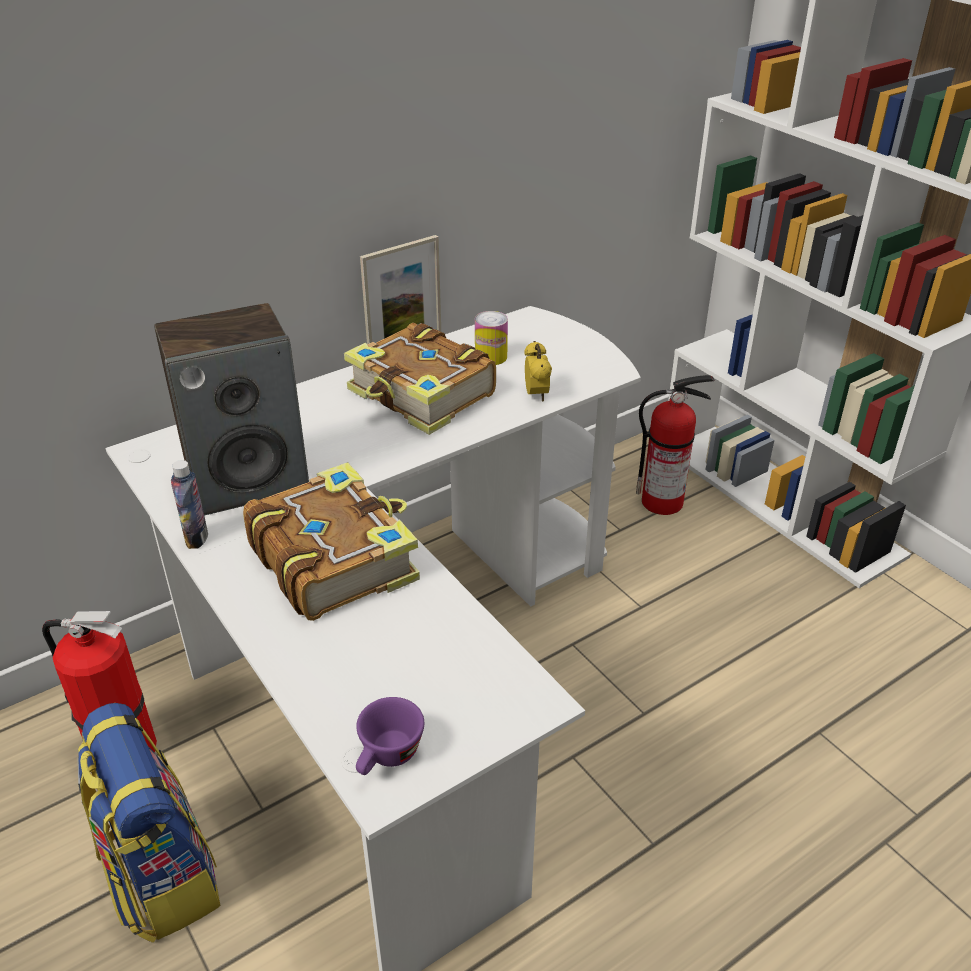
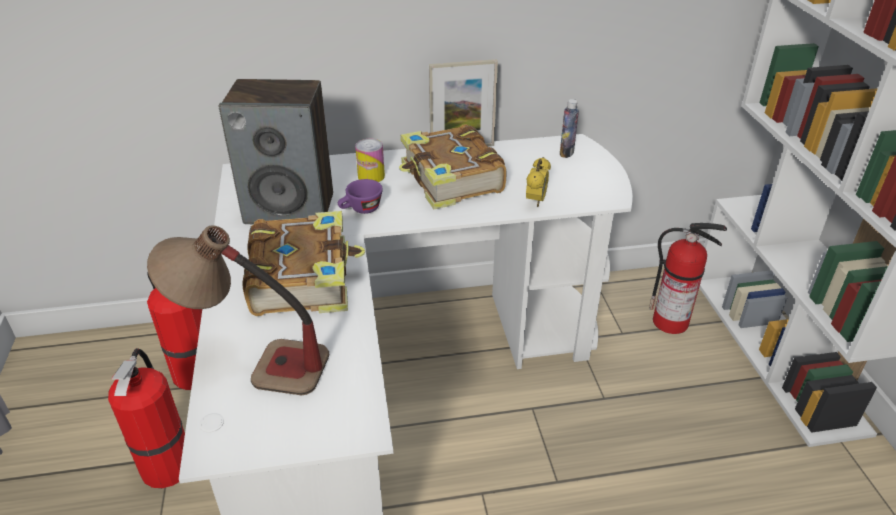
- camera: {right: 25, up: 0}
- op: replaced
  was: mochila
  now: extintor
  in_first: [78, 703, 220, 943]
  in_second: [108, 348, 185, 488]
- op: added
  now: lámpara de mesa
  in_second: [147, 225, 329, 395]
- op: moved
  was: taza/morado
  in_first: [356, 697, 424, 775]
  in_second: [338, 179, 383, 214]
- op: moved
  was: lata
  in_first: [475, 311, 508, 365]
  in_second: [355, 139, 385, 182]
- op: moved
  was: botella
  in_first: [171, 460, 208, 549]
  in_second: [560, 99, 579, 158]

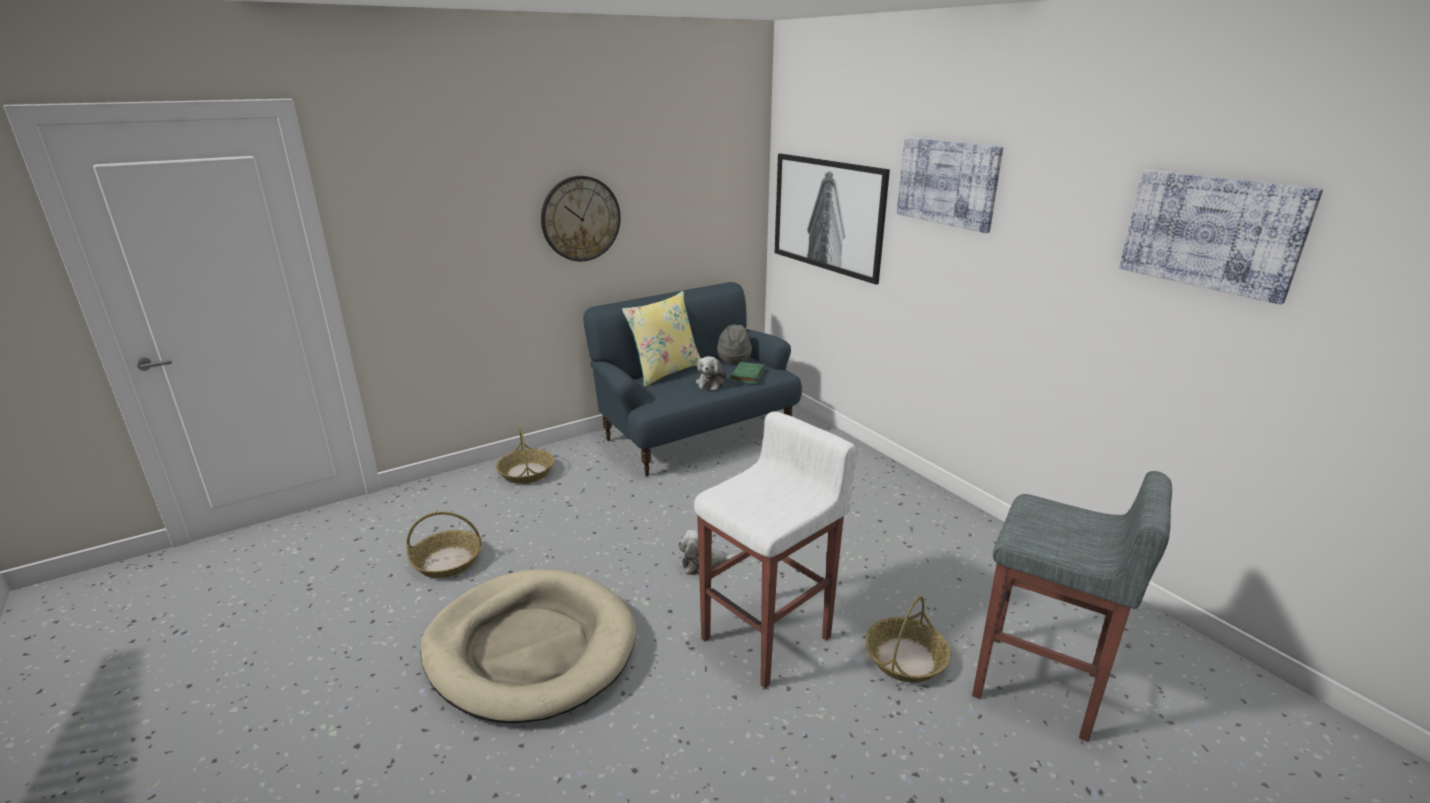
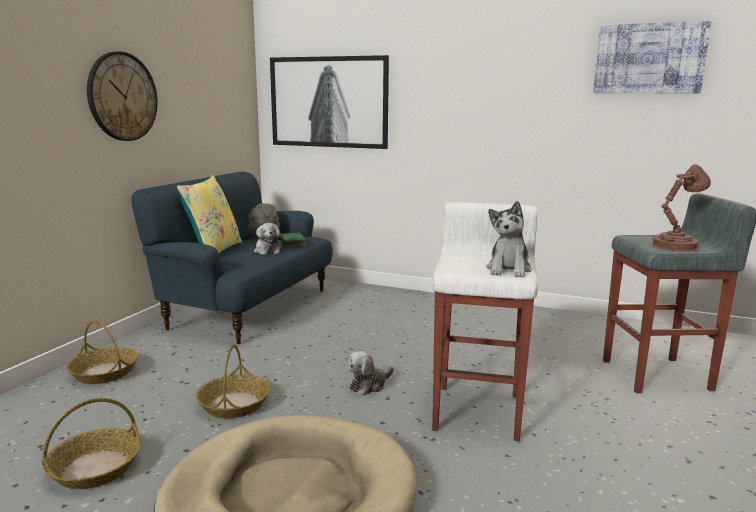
- camera: {right: -35, up: -10}
- op: moved
  was: cesta
  in_first: [865, 596, 951, 683]
  in_second: [196, 344, 270, 418]
- op: added
  now: peluche
  in_second: [486, 201, 532, 278]
- op: added
  now: lámpara de mesa/marrón
  in_second: [651, 164, 711, 252]
- op: removed
  was: cuadro
  in_first: [897, 137, 1003, 233]

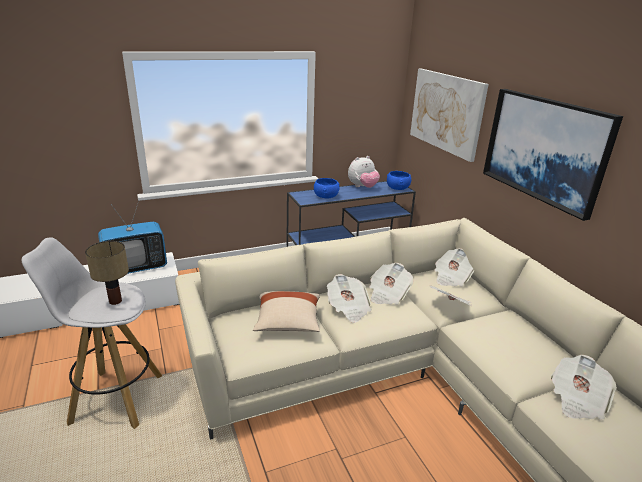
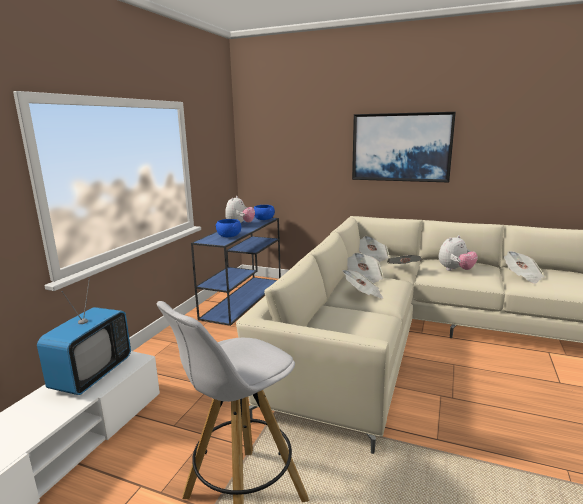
- camera: {right: -45, up: -10}
- op: added
  now: peluche
  in_second: [439, 235, 478, 271]
- op: removed
  was: lámpara de mesa
  in_first: [85, 241, 129, 305]
- op: removed
  was: cojín/beis
  in_first: [253, 291, 320, 332]
- op: removed
  was: cuadro
  in_first: [410, 69, 489, 162]

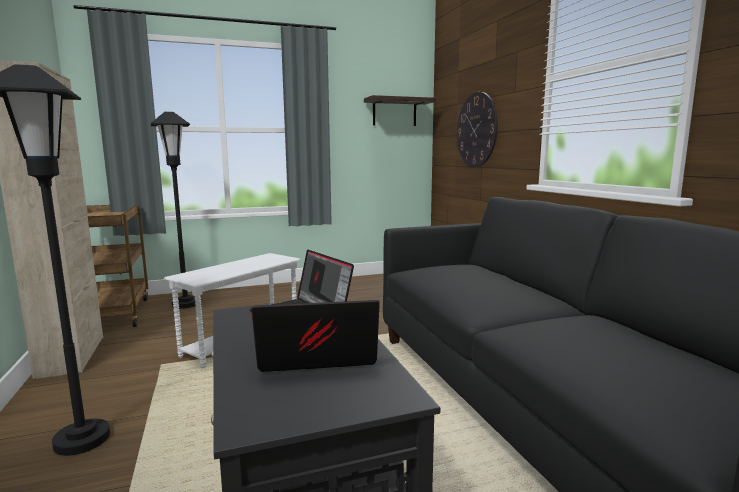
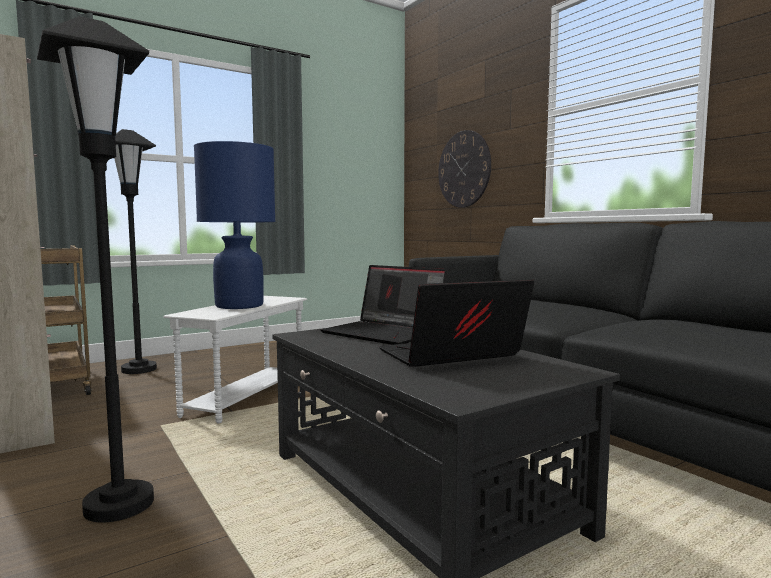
- camera: {right: -15, up: -5}
- op: added
  now: lámpara de mesa/azul
  in_second: [194, 141, 275, 309]
- op: removed
  was: estante
  in_first: [364, 95, 436, 126]

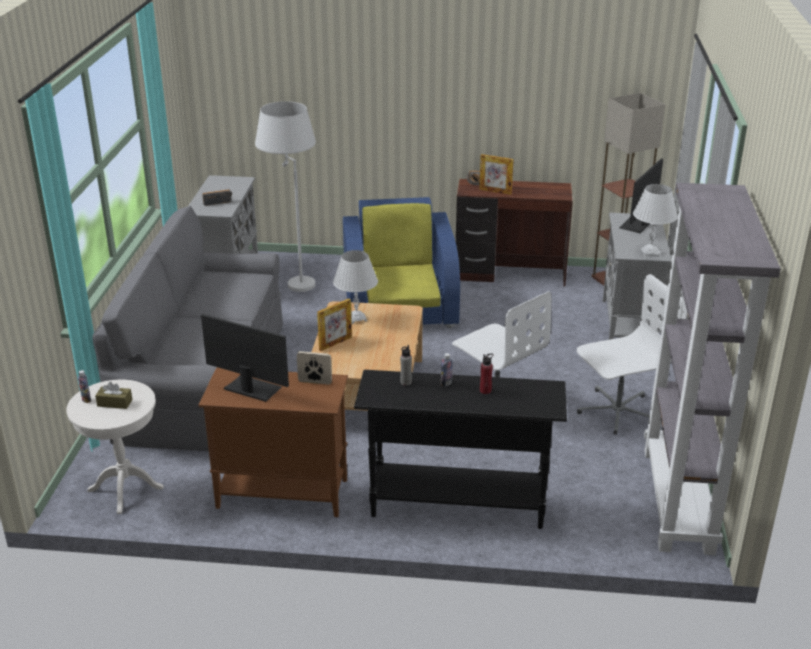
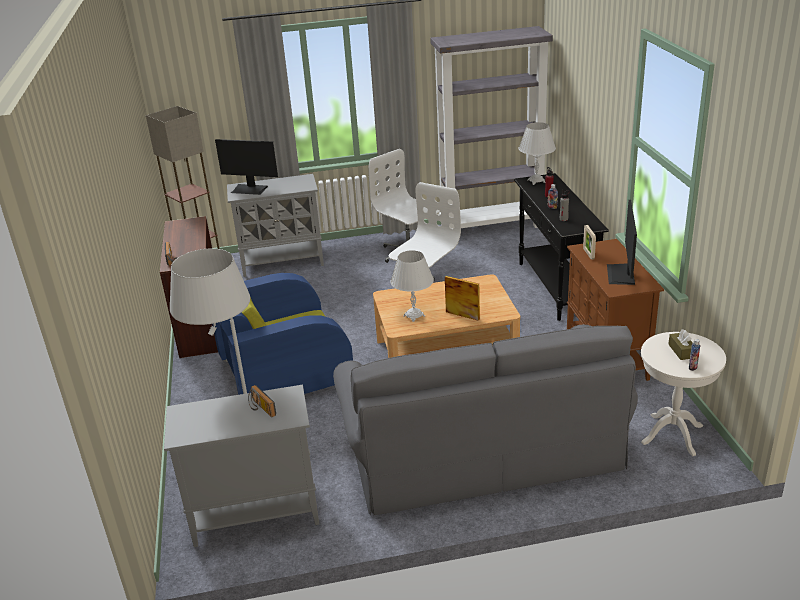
- camera: {right: -105, up: 0}
- op: moved
  was: lámpara de mesa/blanco
  in_first: [633, 184, 678, 257]
  in_second: [519, 122, 556, 185]
- op: removed
  was: portarretratos
  in_first: [479, 154, 514, 195]

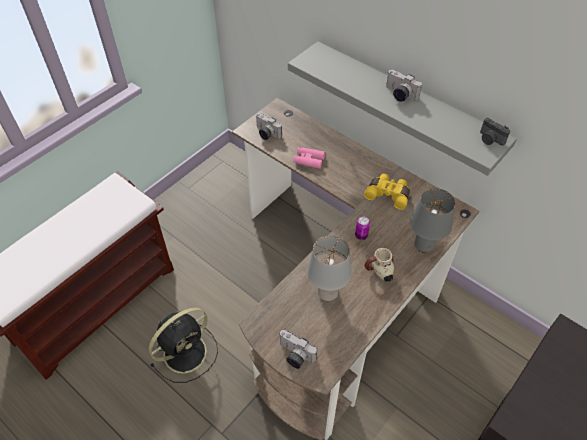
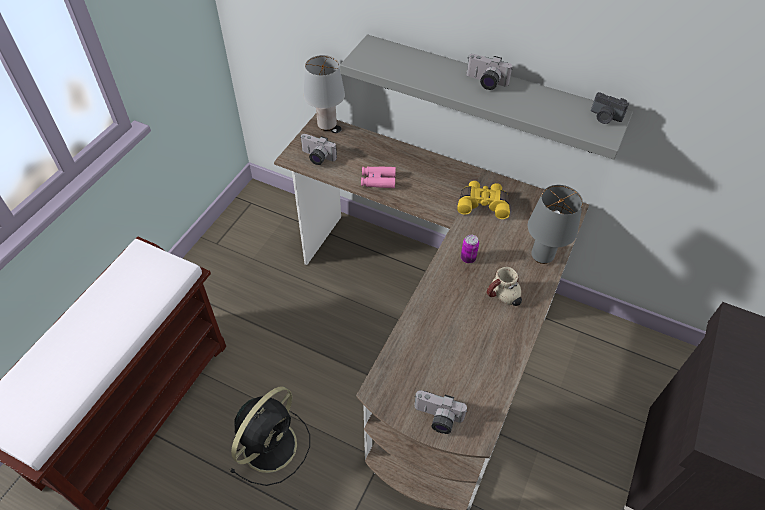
- camera: {right: -15, up: 0}
- op: moved
  was: lámpara de mesa/gris
  in_first: [307, 235, 352, 301]
  in_second: [304, 55, 345, 131]

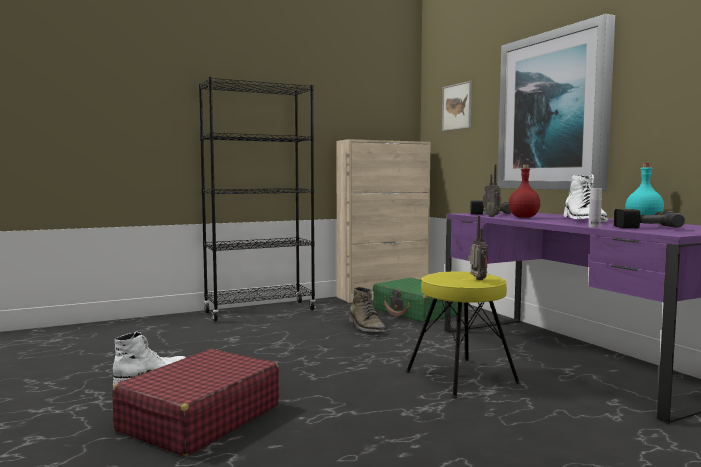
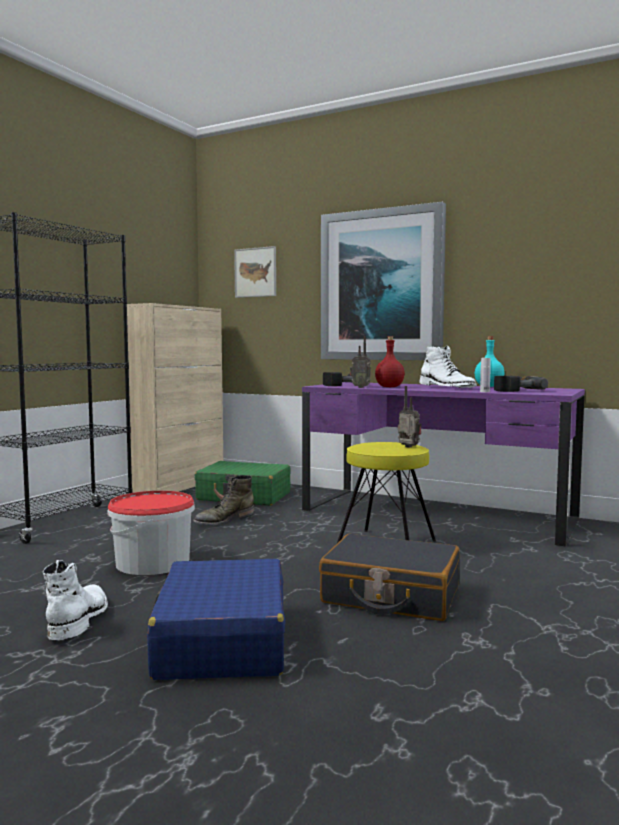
- camera: {right: -35, up: 0}
- op: added
  now: cubo
  in_second: [108, 491, 195, 575]
- op: recoloured
  was: maleta/rojo
  now: maleta/azul
  in_first: [112, 349, 279, 456]
  in_second: [147, 559, 285, 680]
- op: turned
  was: bota/verde
  in_first: [349, 287, 387, 332]
  in_second: [193, 475, 254, 525]
  clockwise: 105
- op: added
  now: maleta/negro
  in_second: [319, 534, 460, 621]

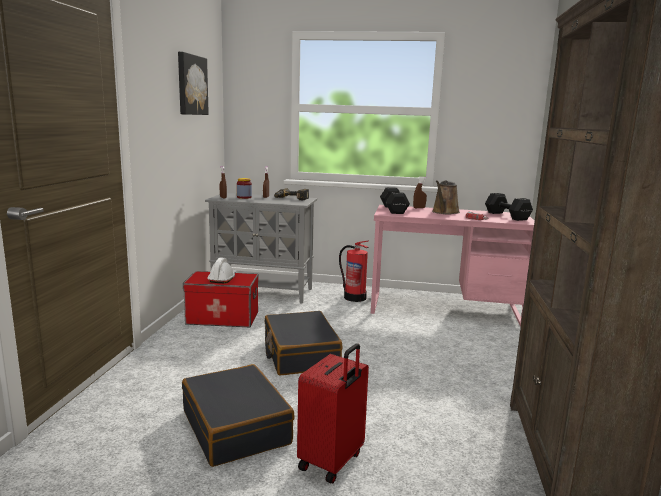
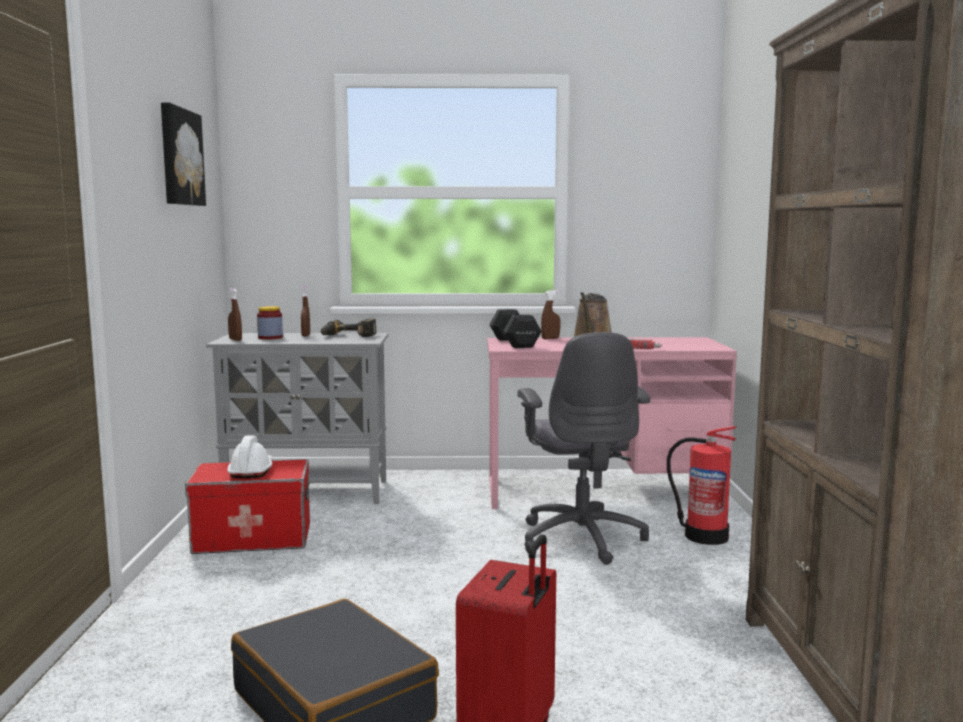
- camera: {right: -10, up: -5}
- op: added
  now: silla de oficina/gris
  in_second: [518, 332, 651, 565]
- op: moved
  was: extintor
  in_first: [339, 240, 369, 302]
  in_second: [667, 426, 736, 545]
- op: removed
  was: maleta/negro
  in_first: [265, 311, 343, 376]
- op: removed
  was: mancuerna/negro
  in_first: [485, 193, 533, 221]

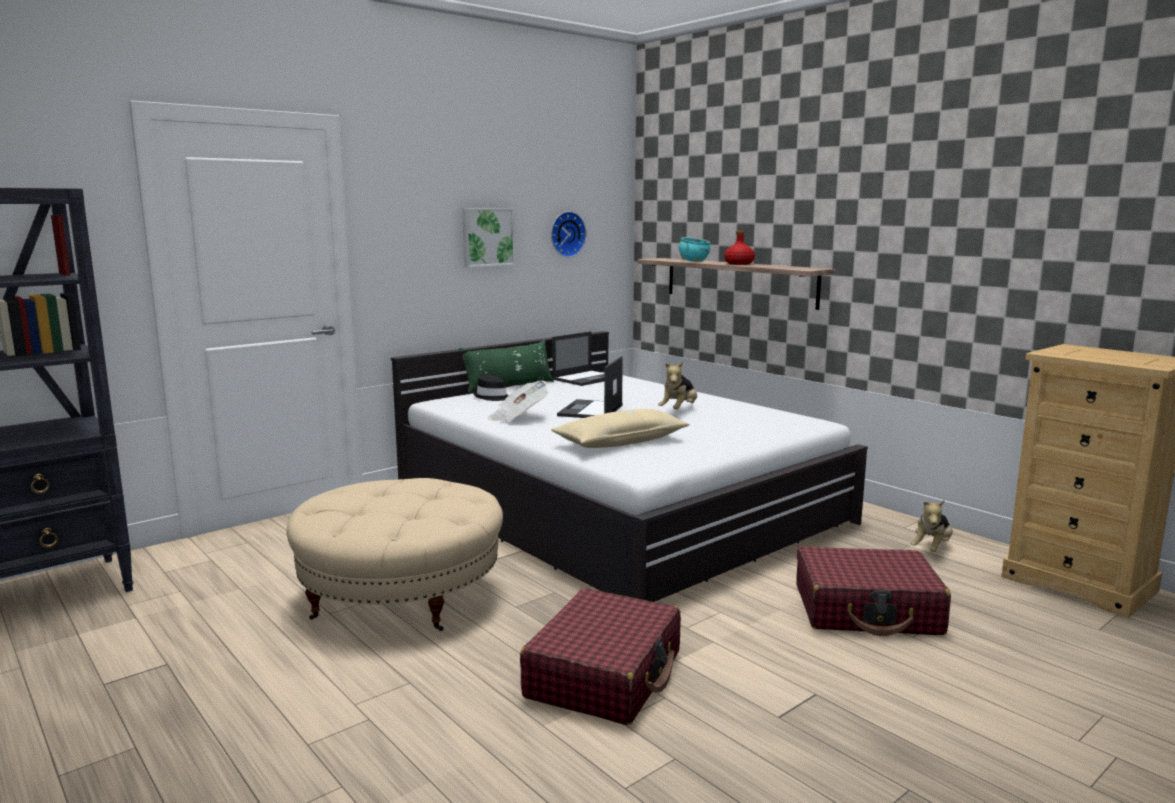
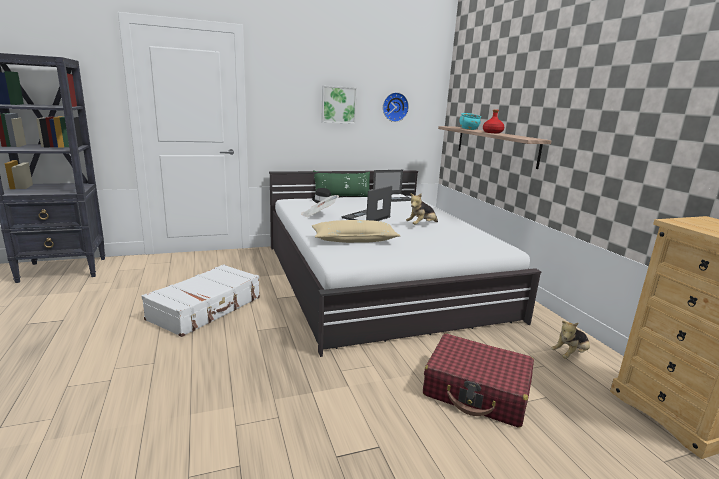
- camera: {right: 20, up: 5}
- op: replaced
  was: puf/beis
  now: maleta/blanco
  in_first: [287, 478, 503, 631]
  in_second: [142, 264, 260, 337]
- op: removed
  was: maleta/rojo
  in_first: [520, 588, 681, 725]

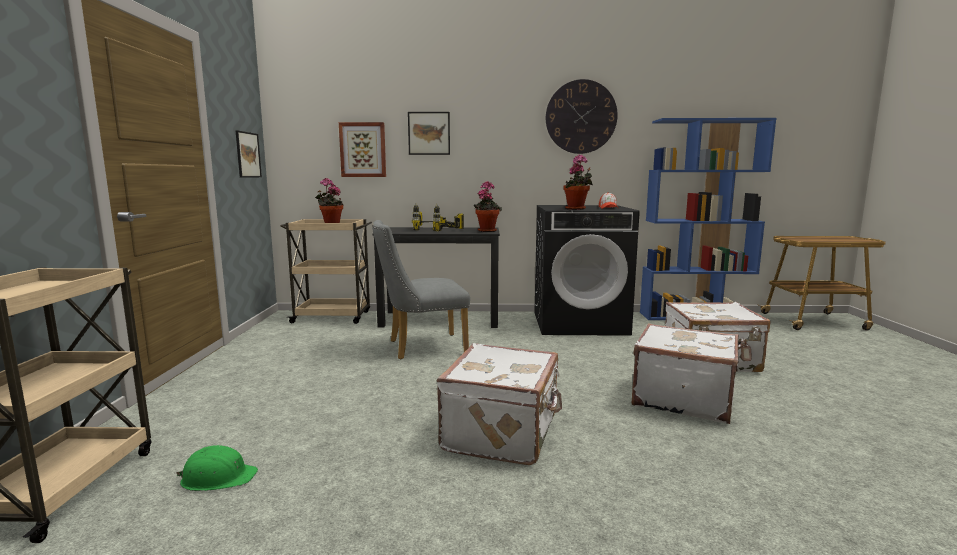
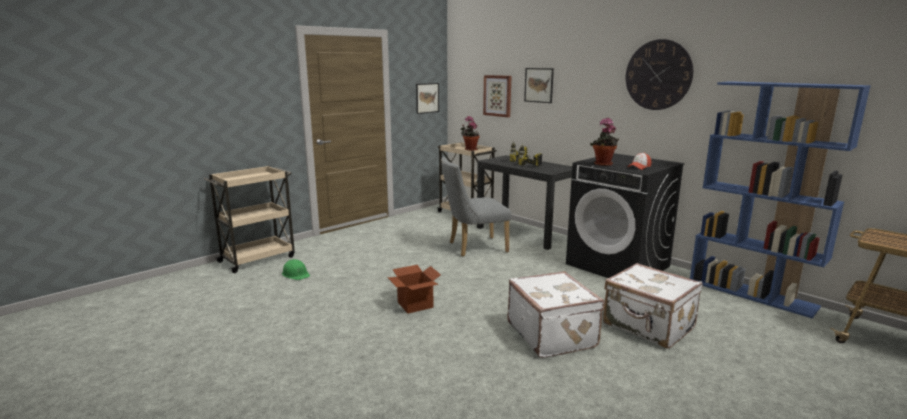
- camera: {right: 45, up: 5}
- op: replaced
  was: maleta/blanco
  now: caja de cartón
  in_first: [437, 343, 562, 465]
  in_second: [387, 265, 441, 314]
- op: turned
  was: silla/gris
  in_first: [372, 220, 470, 360]
  in_second: [441, 157, 511, 257]
  clockwise: -45
- op: removed
  was: planta en maceta
  in_first: [474, 181, 502, 232]

